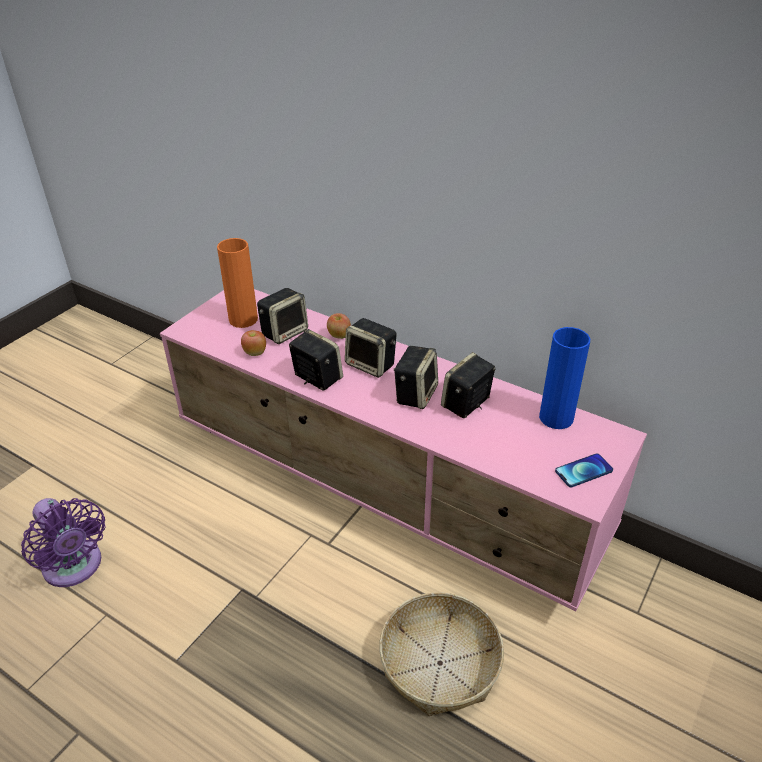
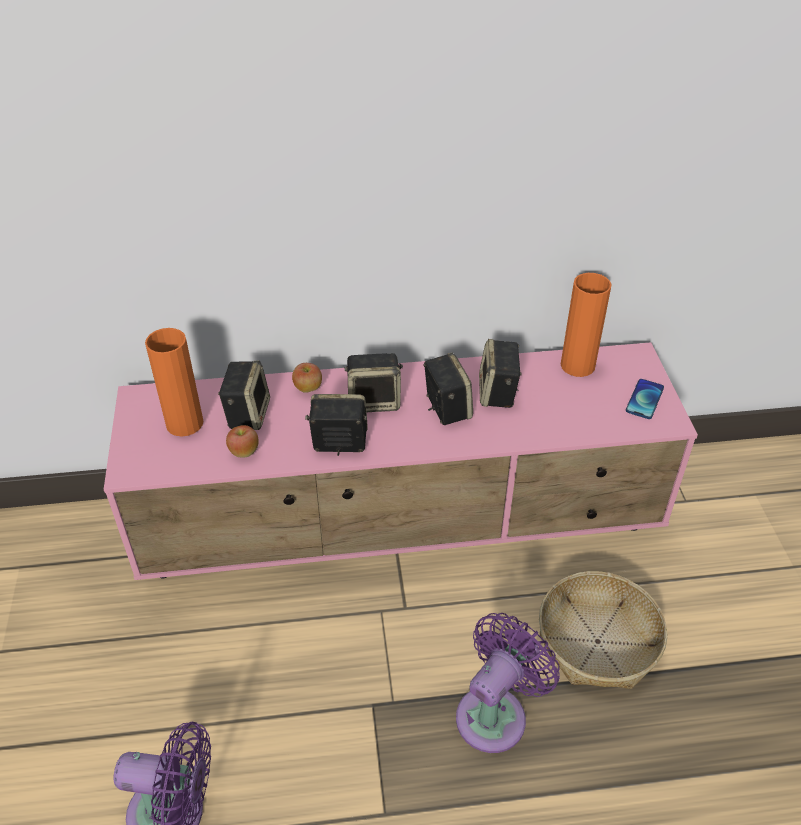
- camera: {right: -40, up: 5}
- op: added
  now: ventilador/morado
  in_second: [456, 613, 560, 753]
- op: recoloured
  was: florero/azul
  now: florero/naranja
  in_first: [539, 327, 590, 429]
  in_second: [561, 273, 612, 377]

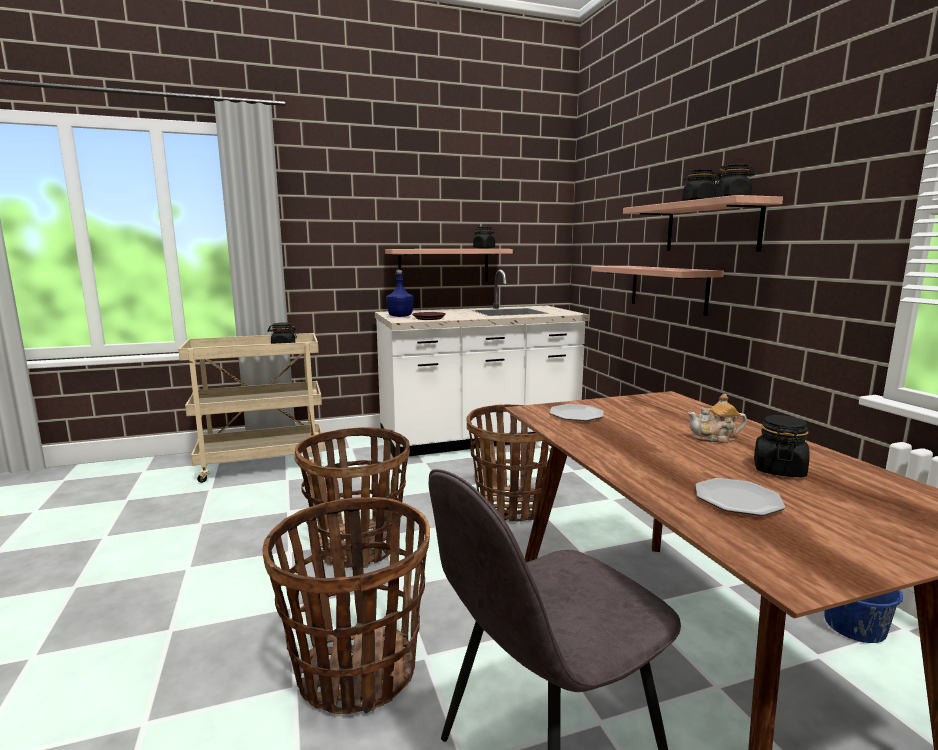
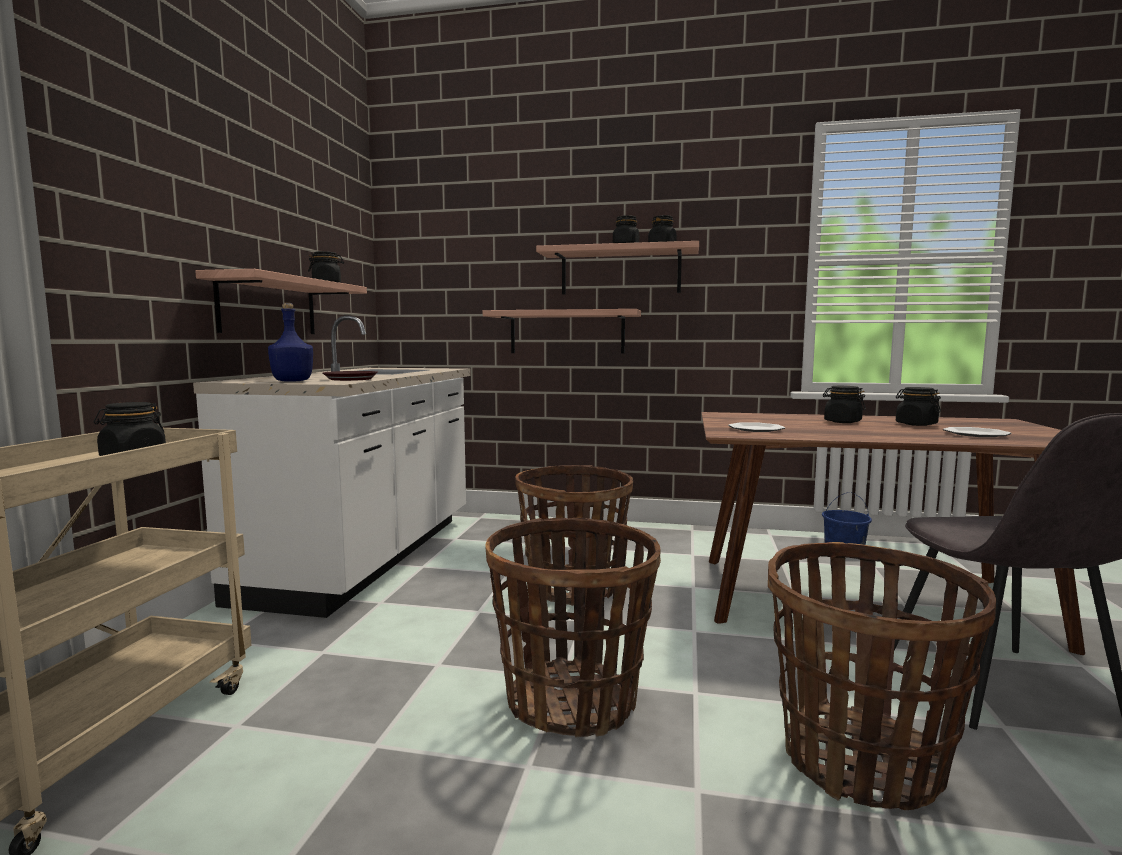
- camera: {right: -60, up: -5}
- op: replaced
  was: tetera
  now: tarro/negro
  in_first: [688, 394, 747, 443]
  in_second: [823, 386, 866, 423]

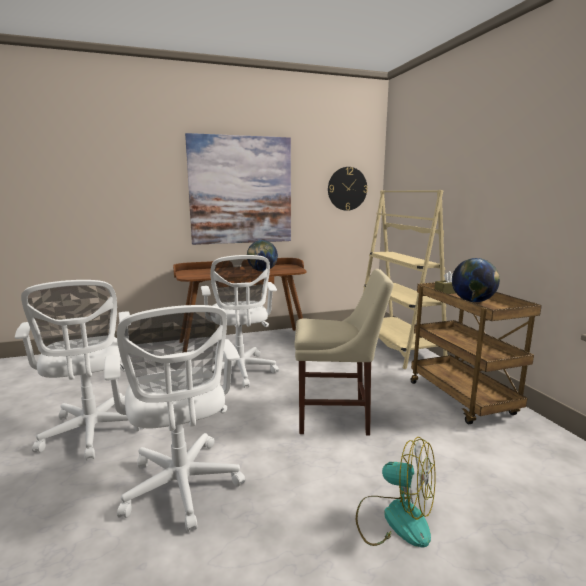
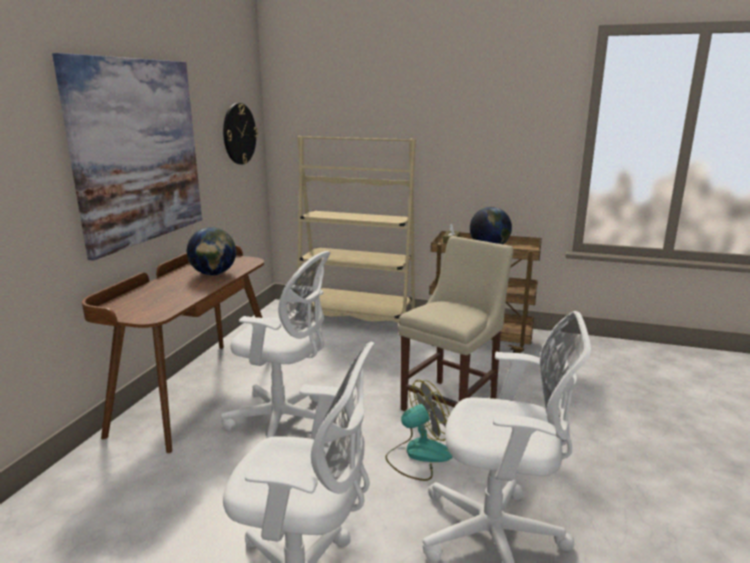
- camera: {right: -55, up: 5}
- op: moved
  was: ventilador
  in_first: [356, 437, 435, 548]
  in_second: [385, 380, 453, 481]

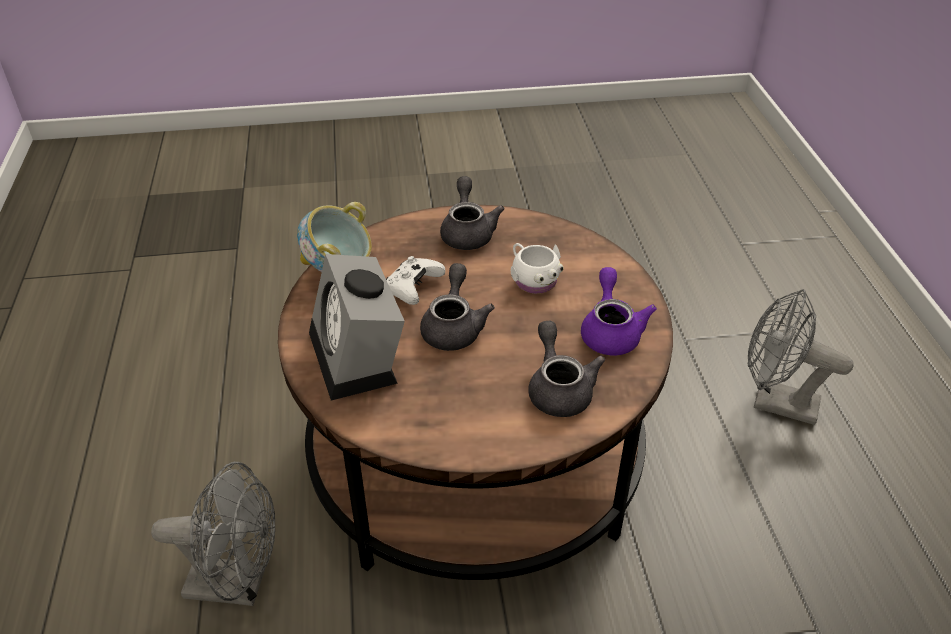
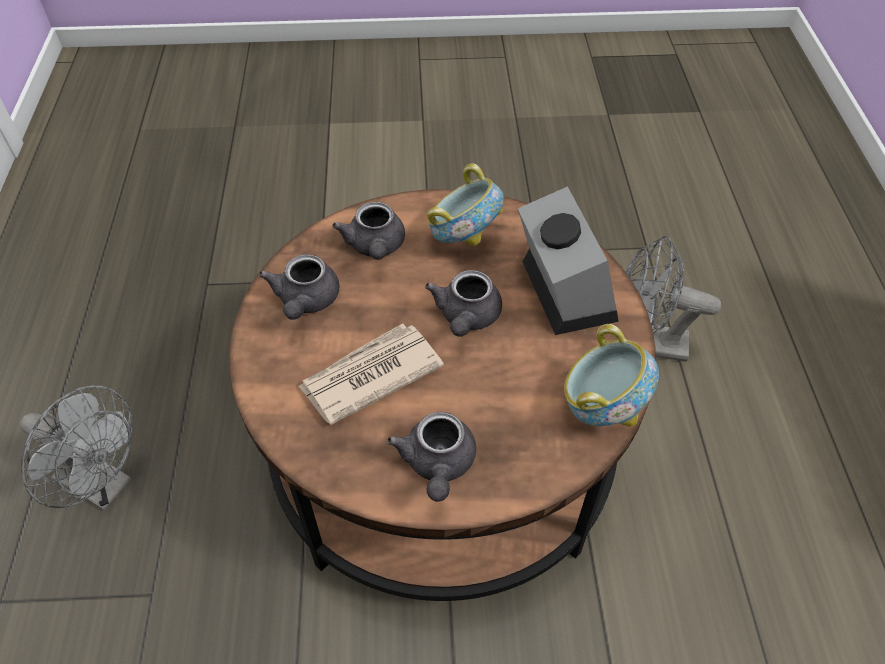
- camera: {right: -175, up: 10}
- op: recoloured
  was: tetera/morado
  now: tetera/gris
  in_first: [581, 267, 657, 356]
  in_second: [259, 254, 339, 320]
- op: replaced
  was: taza grande/blanco
  now: periódico
  in_first: [511, 243, 564, 294]
  in_second: [298, 323, 444, 425]
- op: added
  now: cuenco
  in_second: [427, 163, 504, 246]
- op: removed
  was: mando de consola/blanco
  in_first: [386, 256, 445, 305]

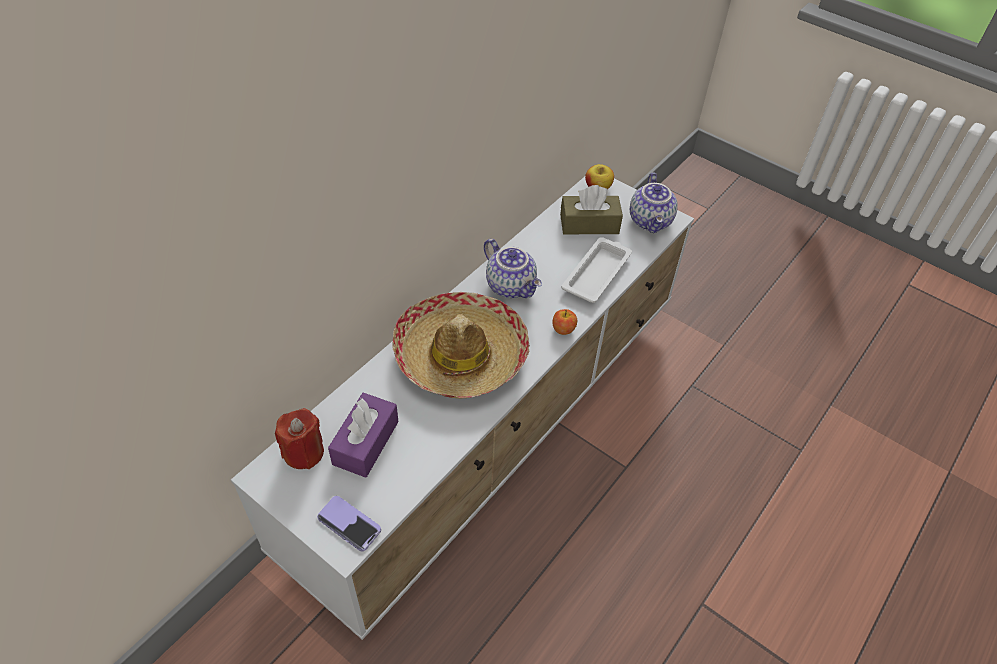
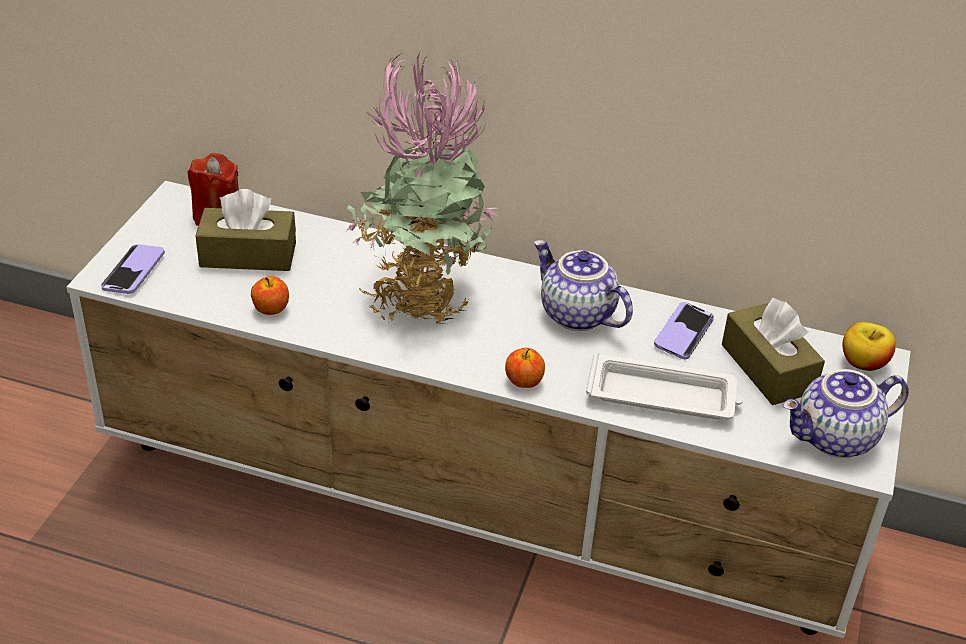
- camera: {right: 70, up: -10}
- op: recoloured
  was: caja de pañuelos/morado
  now: caja de pañuelos/marrón
  in_first: [328, 393, 398, 478]
  in_second: [196, 189, 296, 271]
- op: added
  now: manzana
  in_second: [251, 276, 289, 315]
- op: replaced
  was: sombrero
  now: planta en maceta
  in_first: [392, 292, 530, 399]
  in_second: [347, 52, 498, 324]
- op: turned
  was: tetera
  in_first: [484, 239, 542, 298]
  in_second: [534, 240, 633, 331]
  clockwise: 105
- op: added
  now: móvil
  in_second: [654, 302, 714, 359]

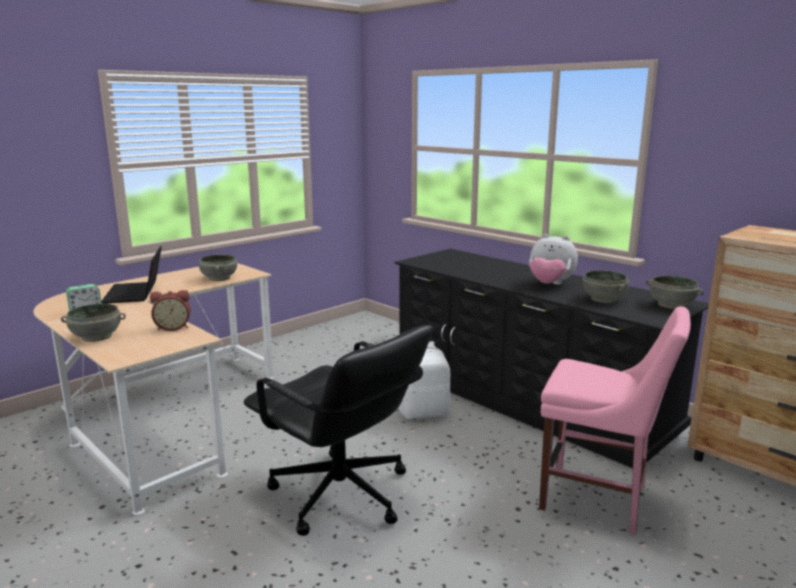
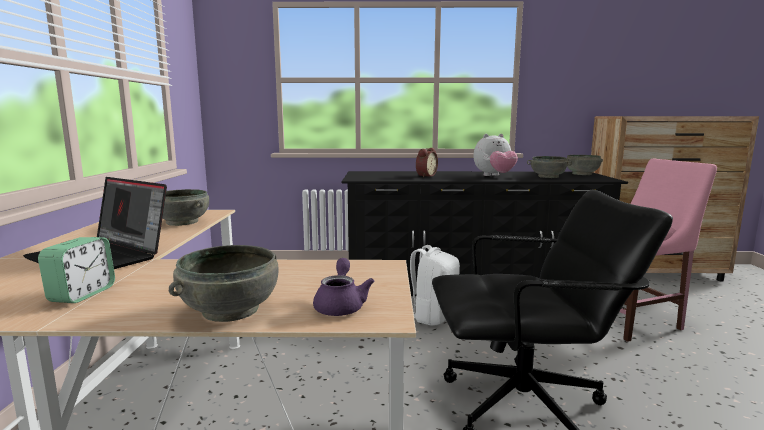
- camera: {right: -45, up: -5}
- op: added
  now: tetera/morado
  in_second: [313, 258, 374, 316]
- op: moved
  was: despertador
  in_first: [150, 290, 191, 331]
  in_second: [416, 148, 438, 177]

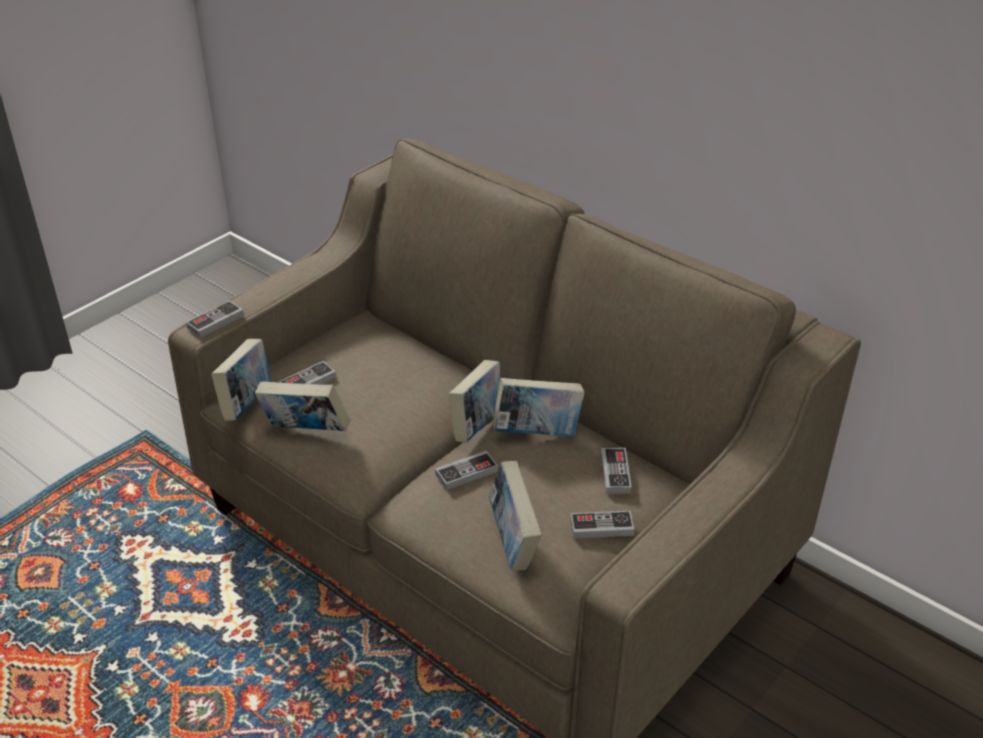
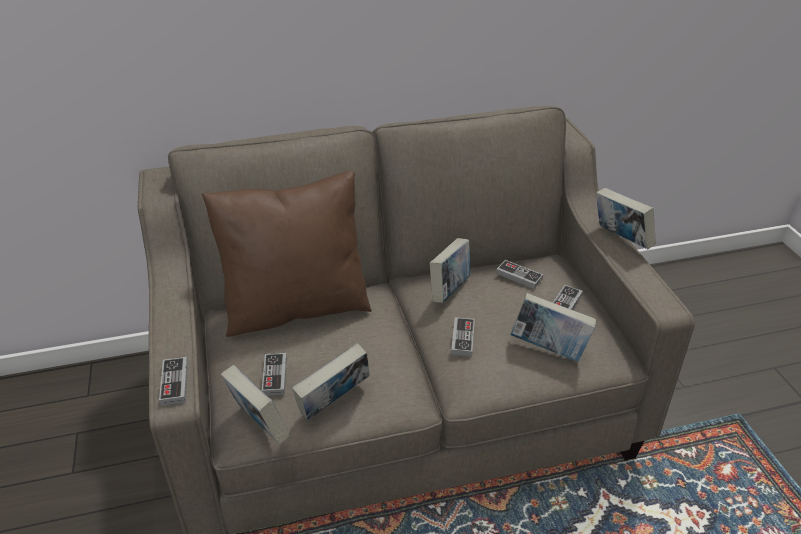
- camera: {right: -55, up: 0}
- op: added
  now: cojín/marrón
  in_second: [202, 171, 372, 337]
- op: moved
  was: libro
  in_first: [449, 360, 501, 443]
  in_second: [596, 188, 656, 249]

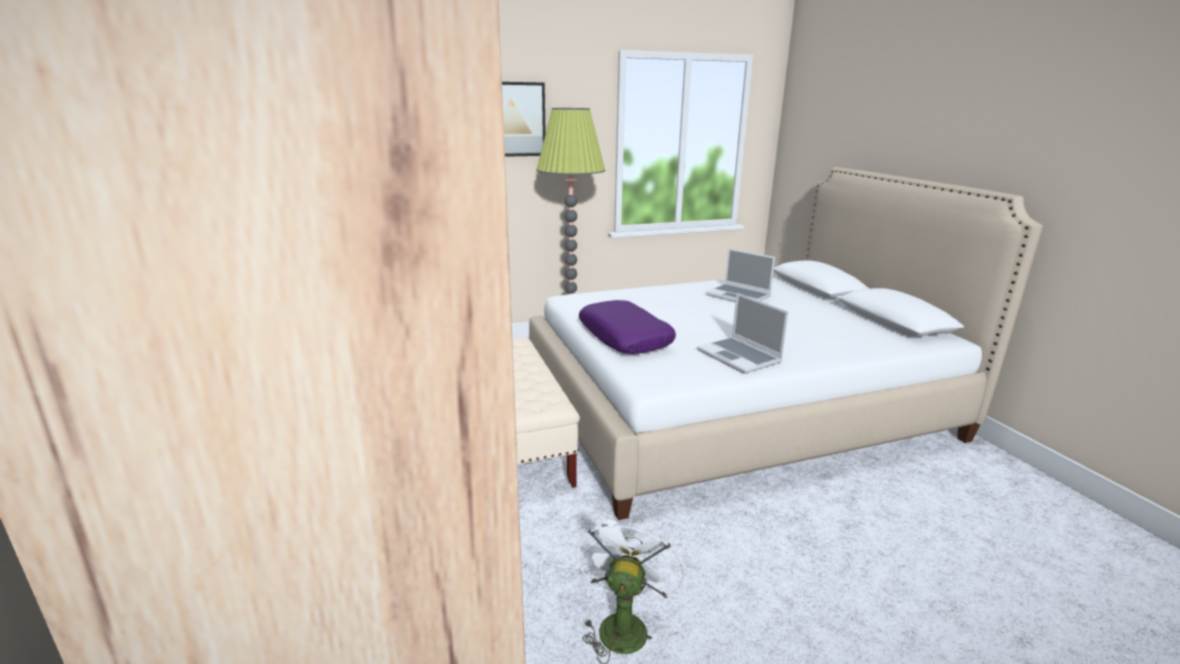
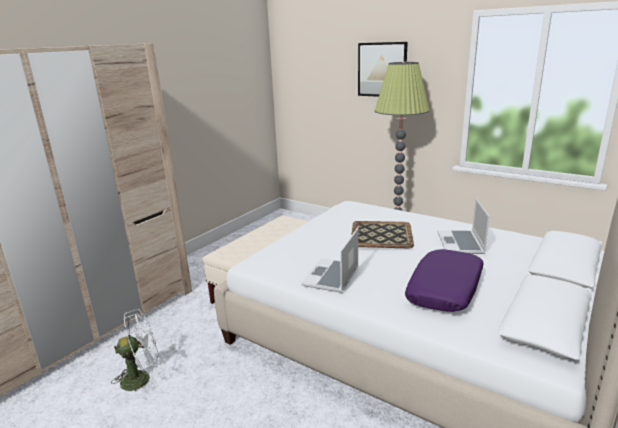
- camera: {right: 55, up: 0}
- op: added
  now: bandeja
  in_second: [351, 221, 414, 248]
- op: moved
  was: cojín/morado
  in_first: [579, 300, 676, 354]
  in_second: [405, 249, 484, 312]

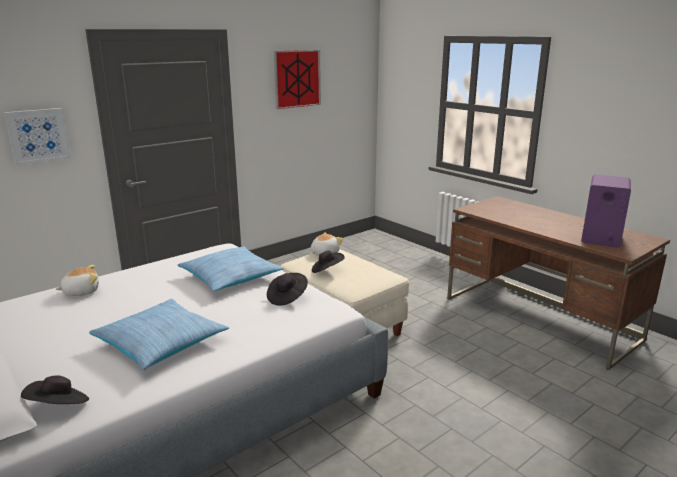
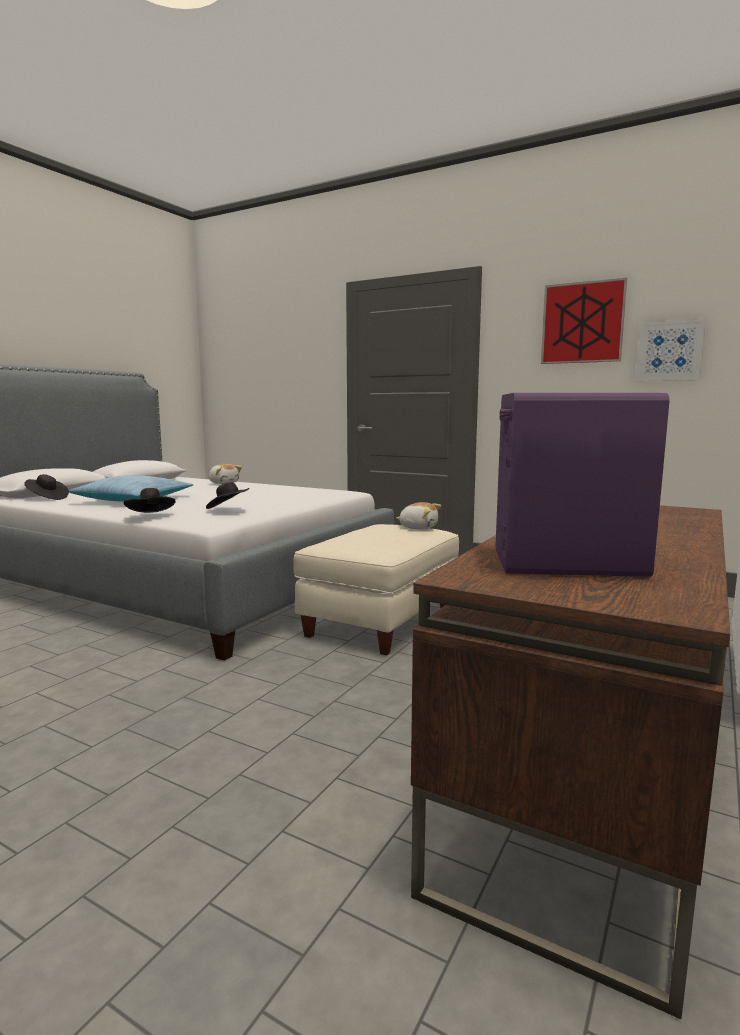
- camera: {right: 70, up: -10}
- op: moved
  was: sombrero/negro
  in_first: [312, 251, 345, 273]
  in_second: [124, 488, 176, 513]
- op: moved
  was: cuadro
  in_first: [4, 108, 71, 165]
  in_second: [636, 318, 706, 381]
- op: removed
  was: cojín
  in_first: [178, 246, 284, 291]

